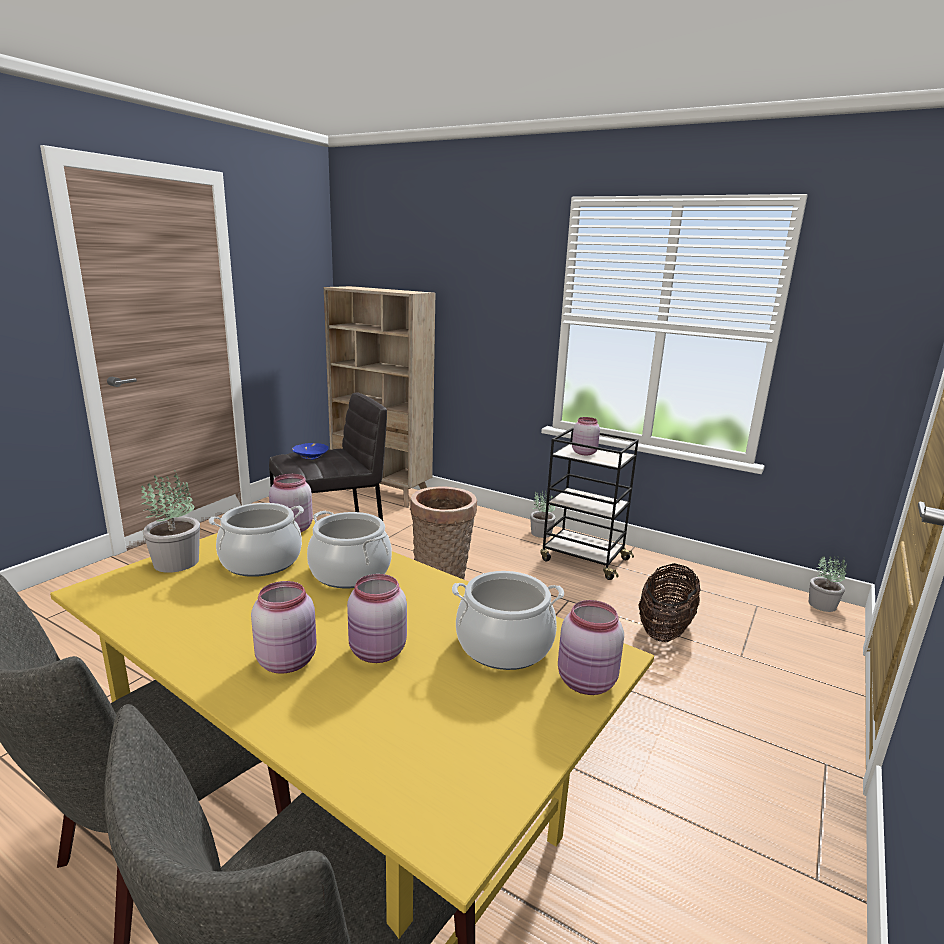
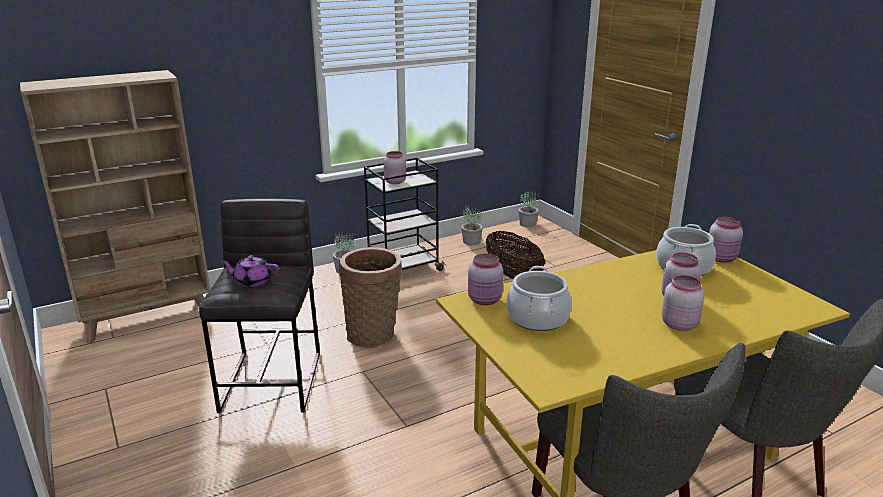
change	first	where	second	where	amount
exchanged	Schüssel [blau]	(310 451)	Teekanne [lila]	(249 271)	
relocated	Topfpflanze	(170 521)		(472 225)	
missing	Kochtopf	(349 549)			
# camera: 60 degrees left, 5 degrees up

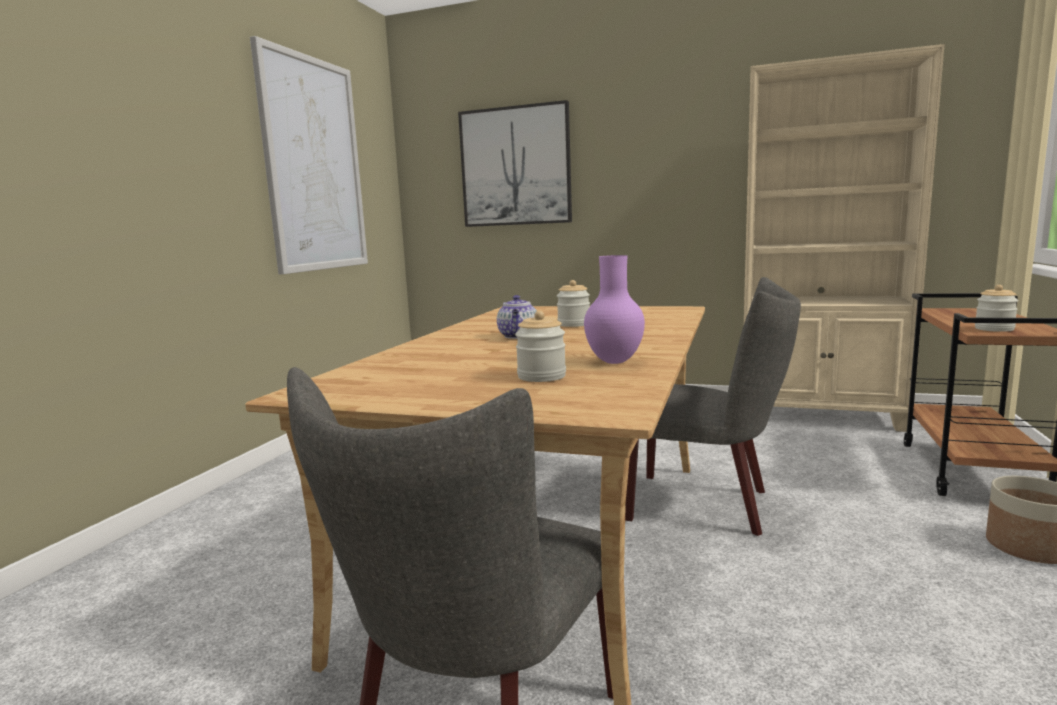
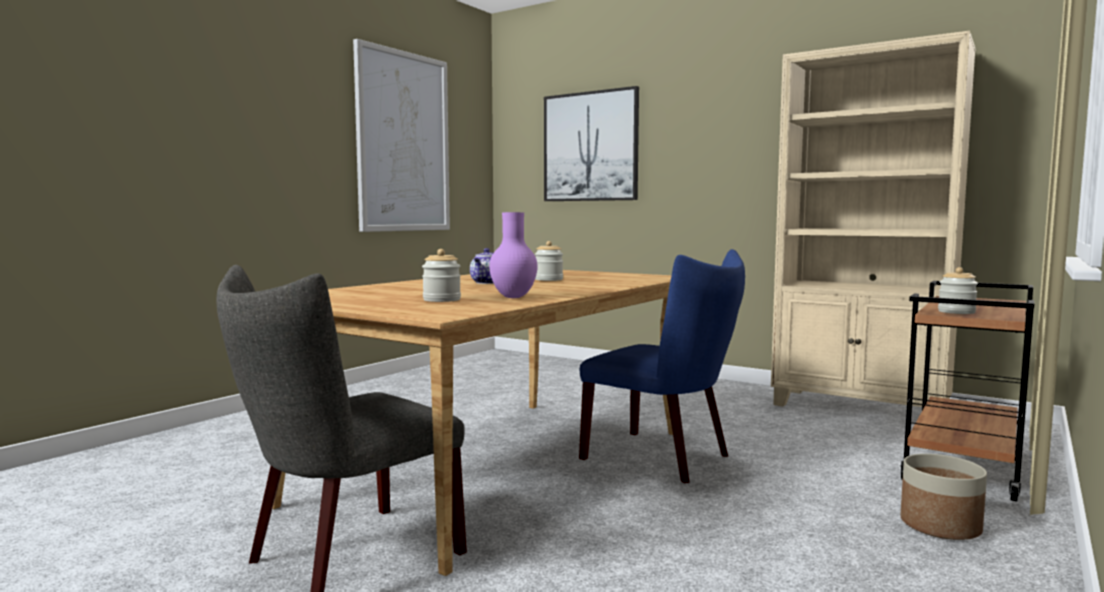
change	first	where	second	where	amount
colour	Stuhl [grau]	(713 406)	Stuhl [blau]	(662 366)	
# camera: 15 degrees right, 5 degrees down

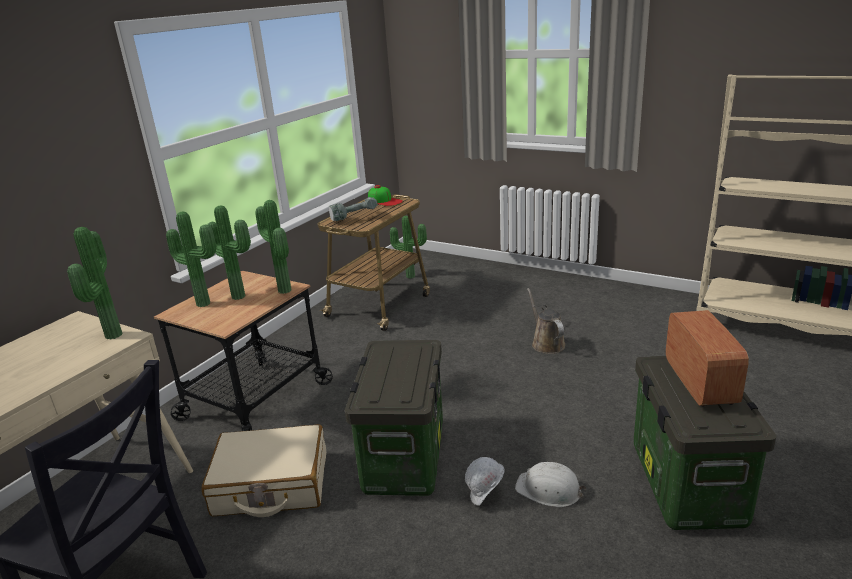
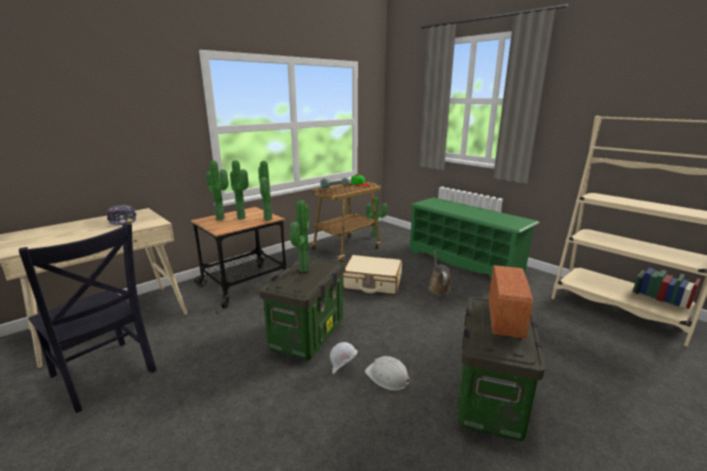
change	first	where	second	where	amount
relocated	Topfpflanze	(94 283)		(300 236)	
relocated	Koffer [beige]	(263 470)		(372 275)	
appeared			Schuhregal [grün]	(475 237)	
appeared			Kappe	(121 214)	
# camera: 15 degrees right, 5 degrees down

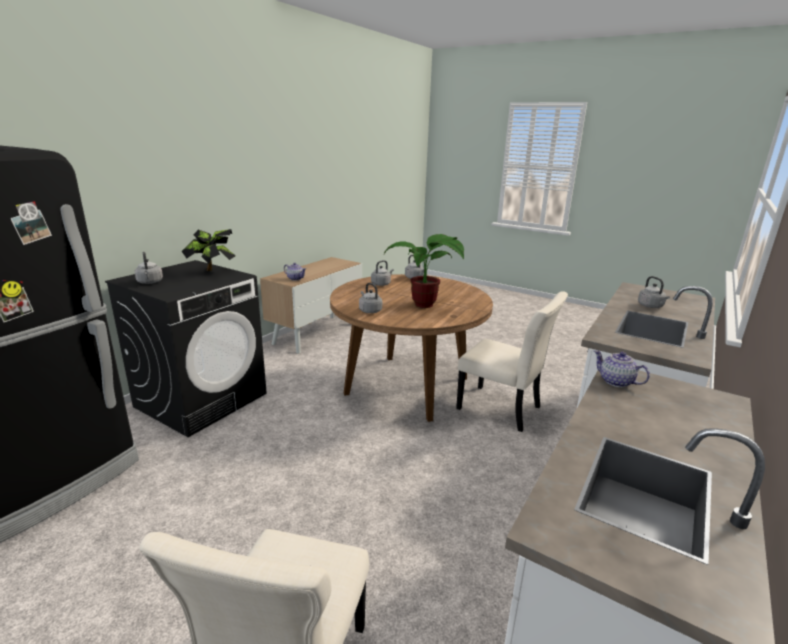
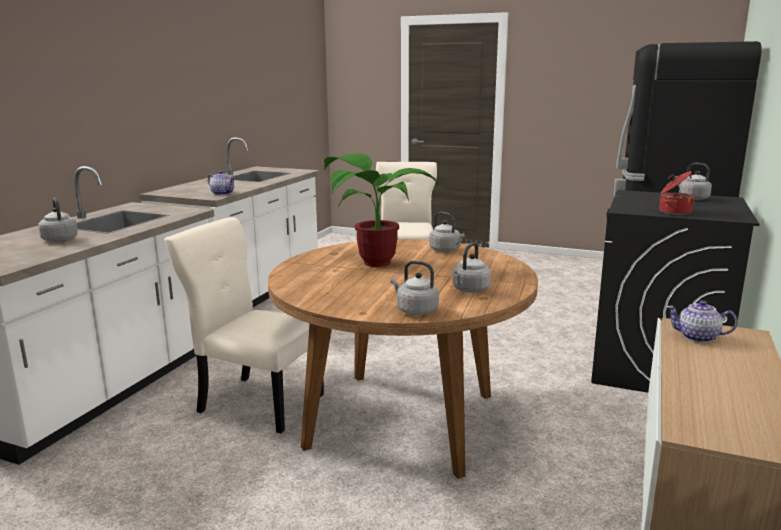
change	first	where	second	where	amount
exchanged	Topfpflanze	(208 250)	Kochtopf	(677 193)	
# camera: 170 degrees right, 5 degrees down

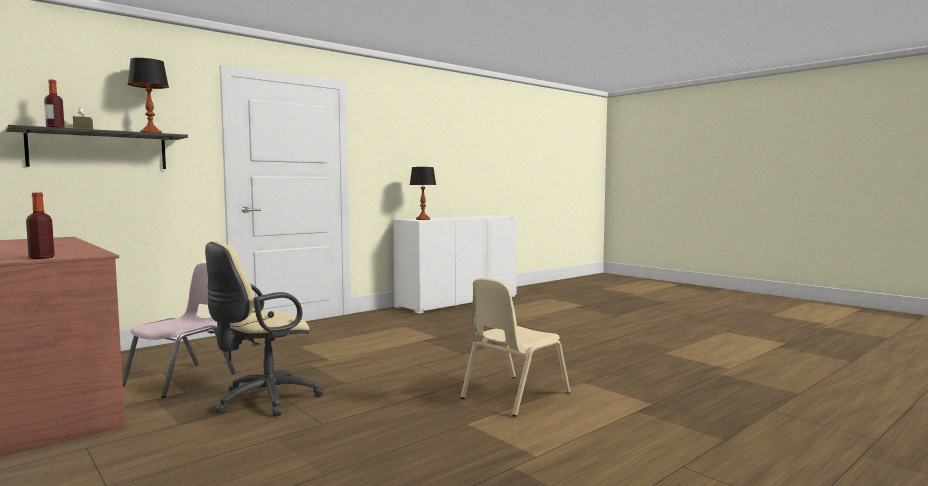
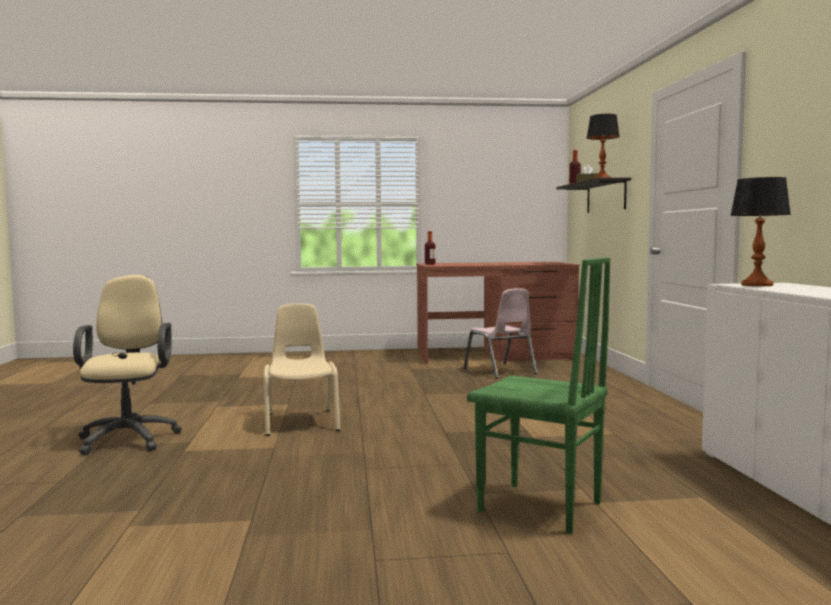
change	first	where	second	where	amount
relocated	Bürostuhl [beige]	(264 328)		(127 365)	
appeared			Stuhl [grün]	(538 395)	
# camera: 125 degrees right, 0 degrees up

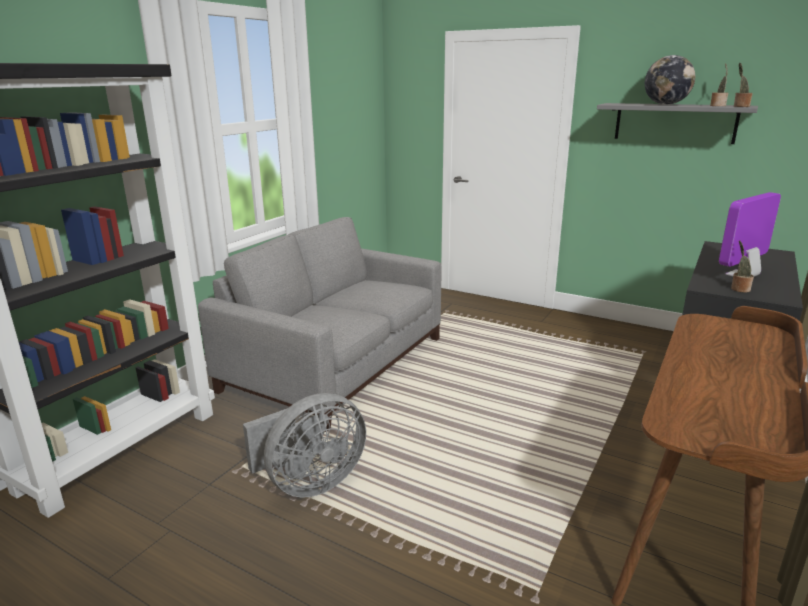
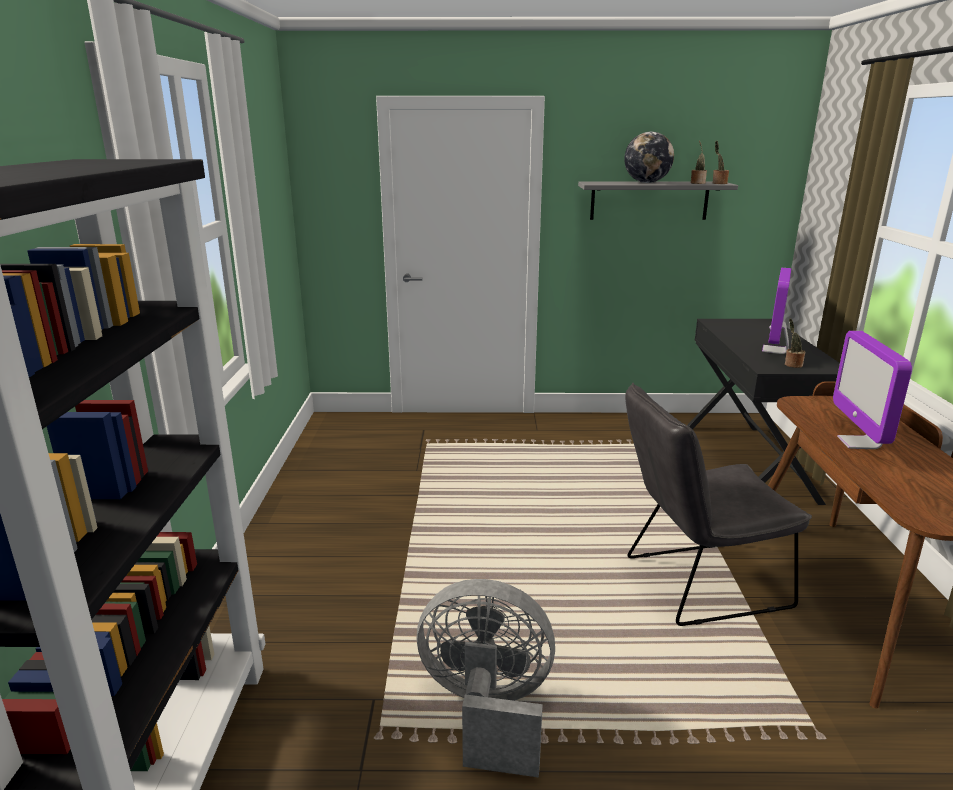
change	first	where	second	where	amount
missing	Sofa [grau]	(319 324)			
spun	Ventilator [grau]	(304 445)		(485 678)	105 degrees counterclockwise
appeared			Monitor	(872 390)	
appeared			Stuhl [grau]	(718 504)	
# camera: 30 degrees left, 0 degrees up

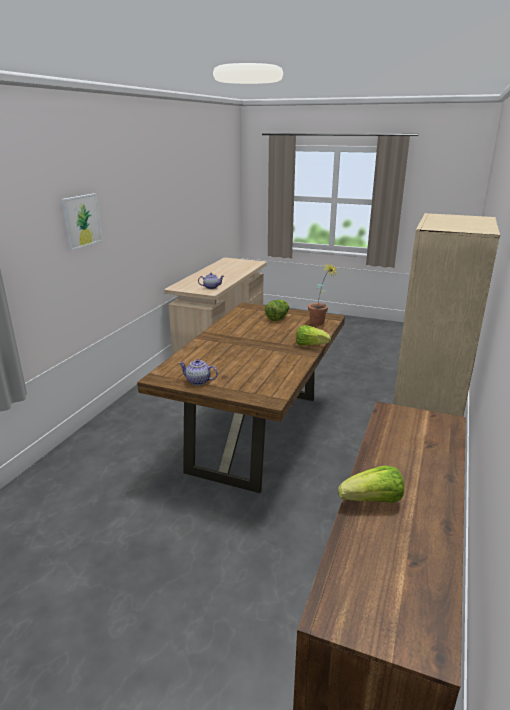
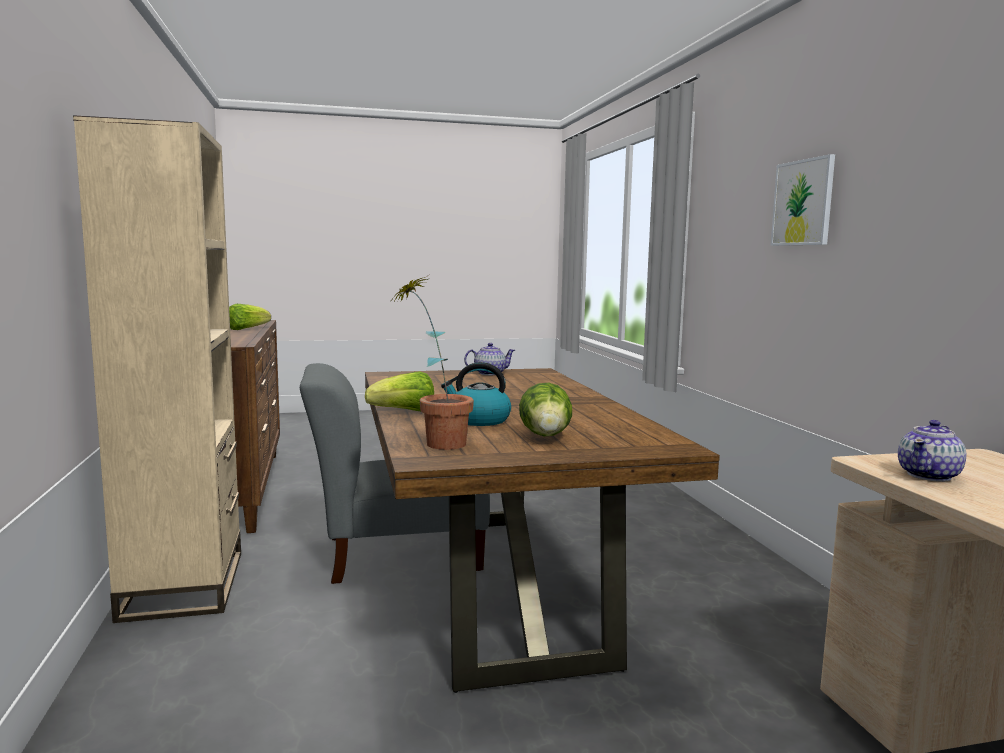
change	first	where	second	where	amount
appeared			Wasserkessel	(476 394)	
appeared			Stuhl [grau]	(395 473)	
# camera: 145 degrees right, 15 degrees down

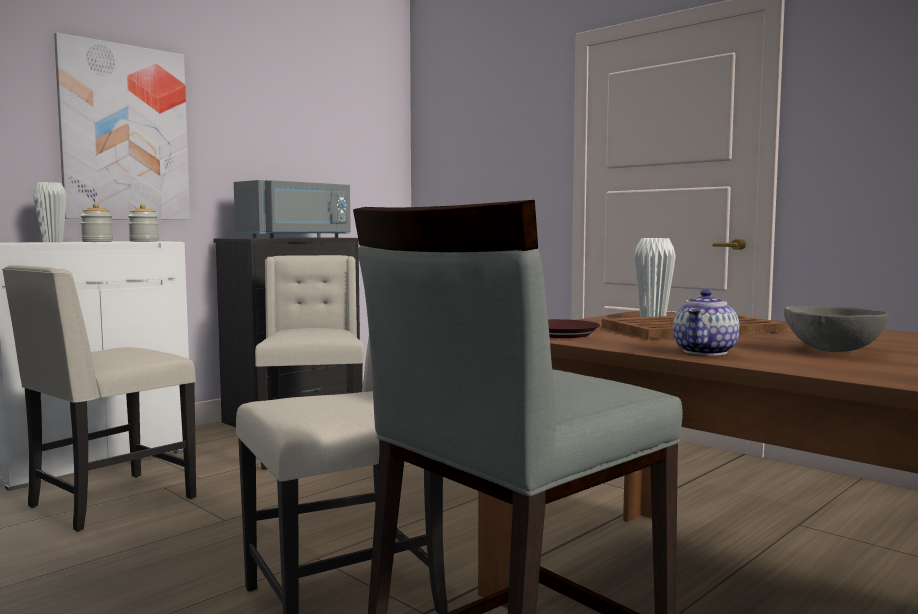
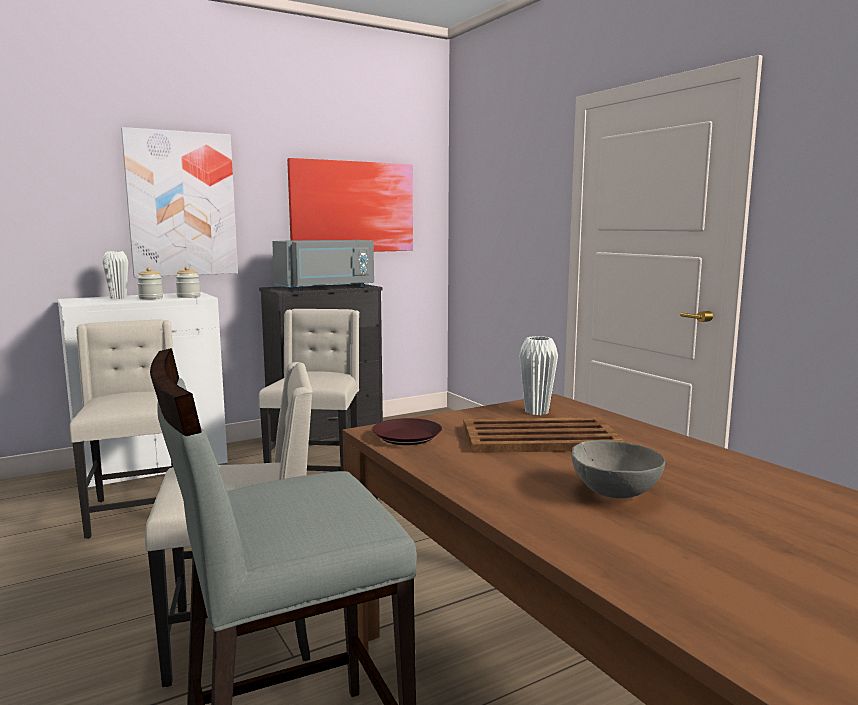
change	first	where	second	where	amount
spun	Stuhl [beige]	(99 398)		(122 429)	105 degrees clockwise
missing	Teekanne	(706 323)			
appeared			Bild	(350 205)	
# camera: 15 degrees right, 5 degrees up

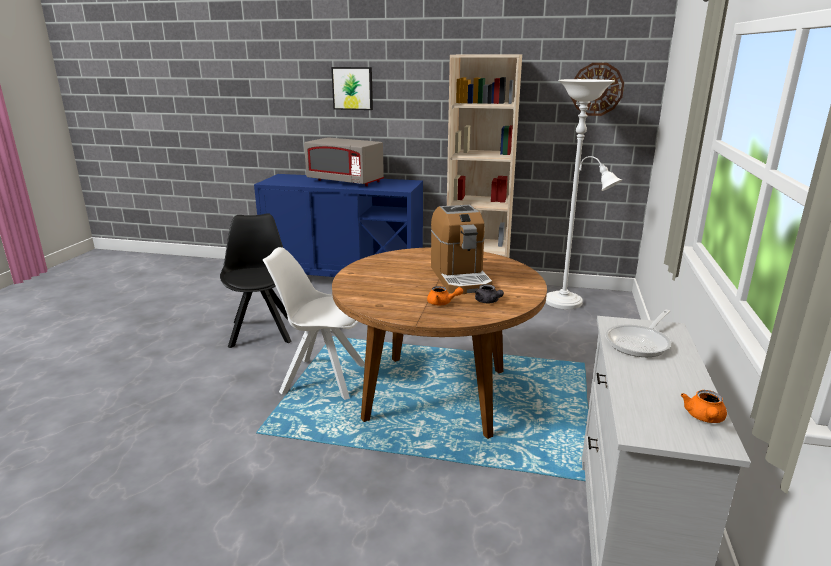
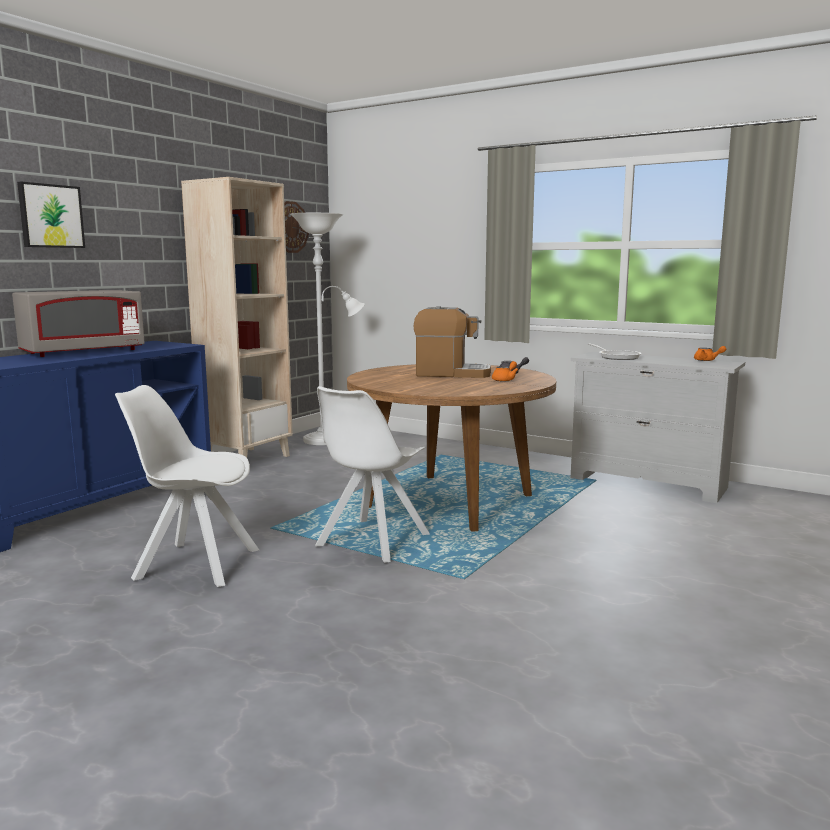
change	first	where	second	where	amount
colour	Stuhl [schwarz]	(256 280)	Stuhl [weiß]	(187 486)	
# camera: 70 degrees left, 10 degrees down

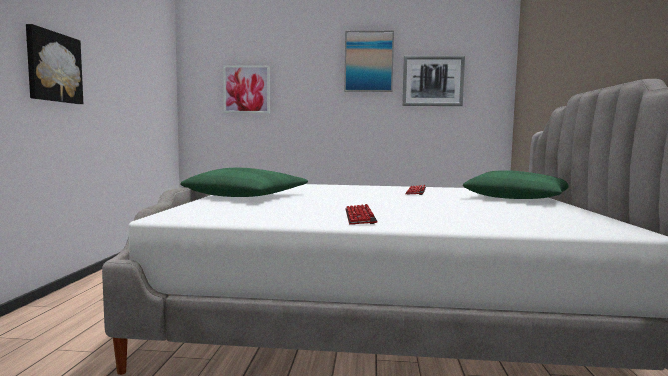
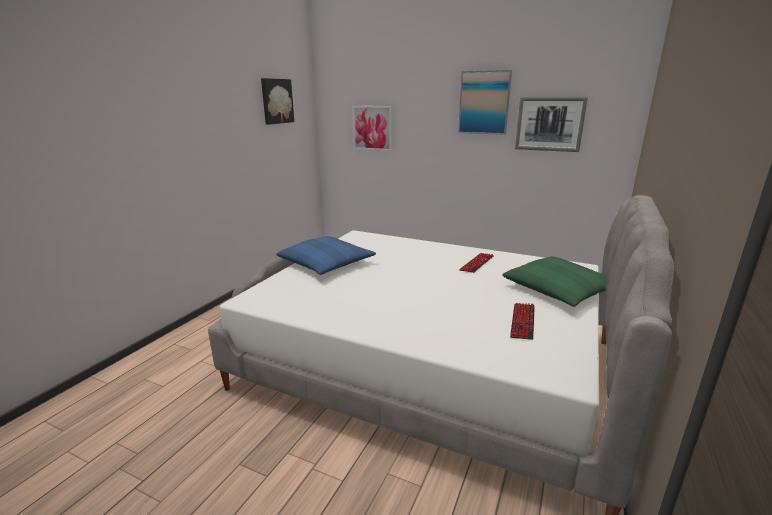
change	first	where	second	where	amount
relocated	Bild	(54 64)		(277 101)	
colour	Kissen [grün]	(244 182)	Kissen [blau]	(326 255)	
relocated	Tastatur	(361 214)		(522 321)	
# camera: 20 degrees right, 15 degrees up

